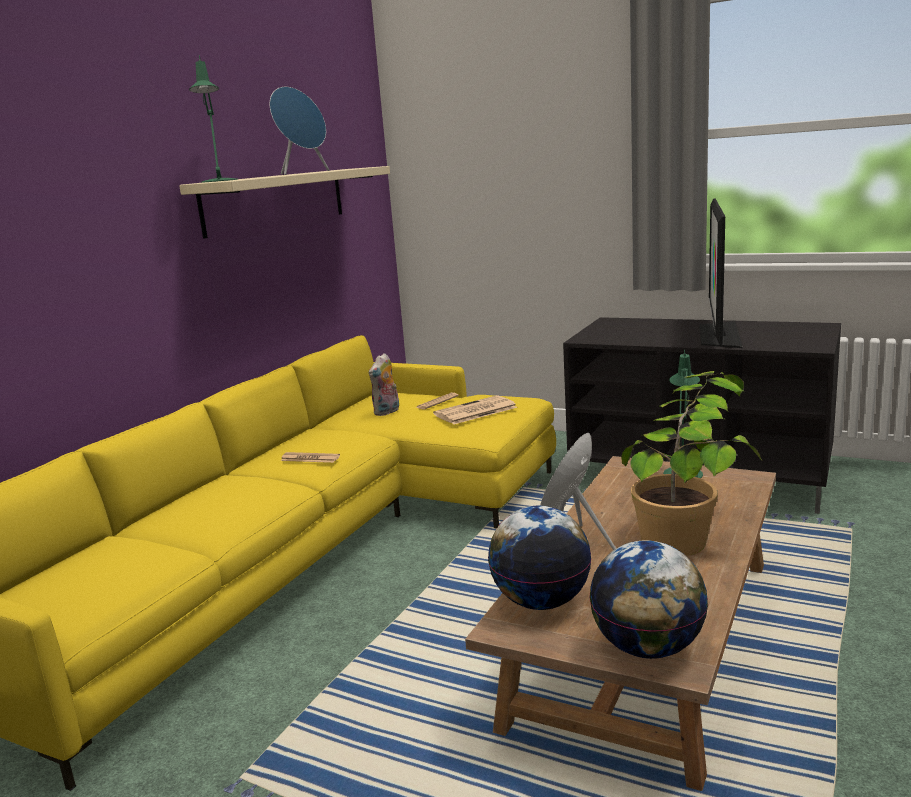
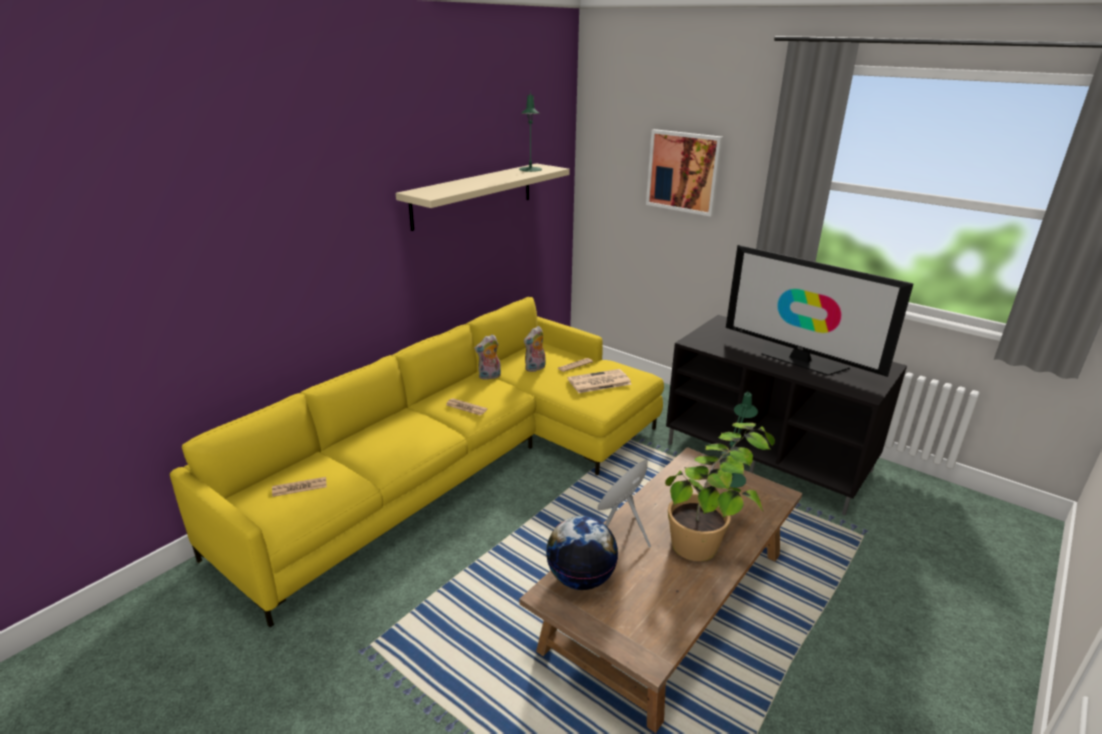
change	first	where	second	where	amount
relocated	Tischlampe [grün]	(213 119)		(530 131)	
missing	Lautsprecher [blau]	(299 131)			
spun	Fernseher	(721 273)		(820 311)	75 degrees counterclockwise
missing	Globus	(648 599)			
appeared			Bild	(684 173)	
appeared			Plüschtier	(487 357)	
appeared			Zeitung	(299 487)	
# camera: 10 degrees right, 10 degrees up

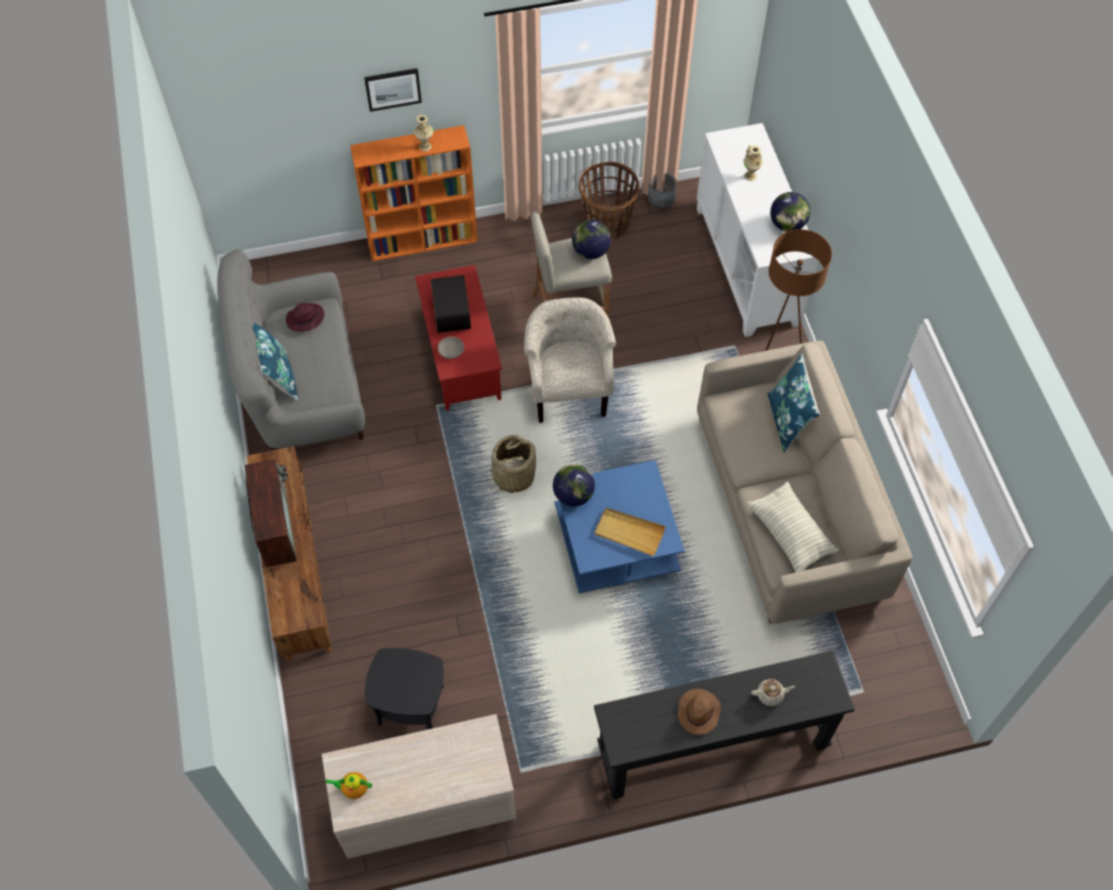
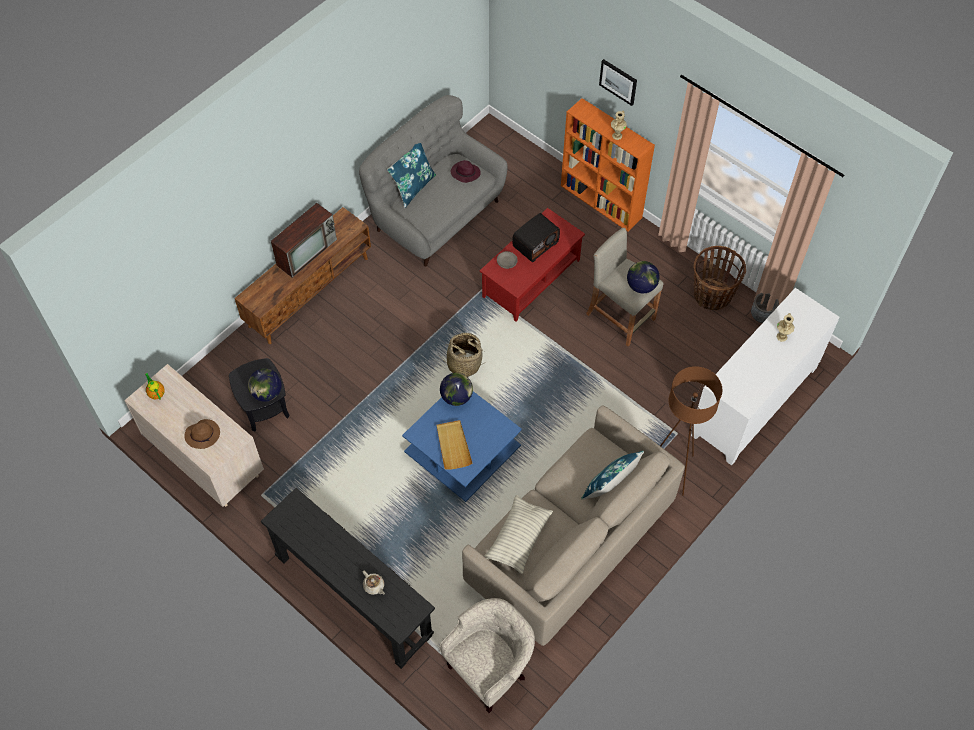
change	first	where	second	where	amount
relocated	Globus	(790 212)		(265 385)	
relocated	Sessel [beige]	(570 360)		(487 655)	
relocated	Hut [braun]	(699 712)		(202 434)	
# camera: 55 degrees right, 0 degrees up

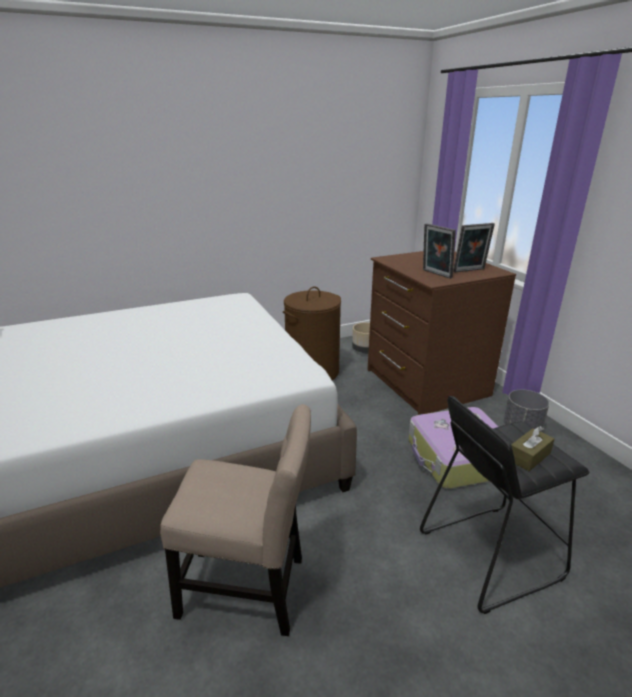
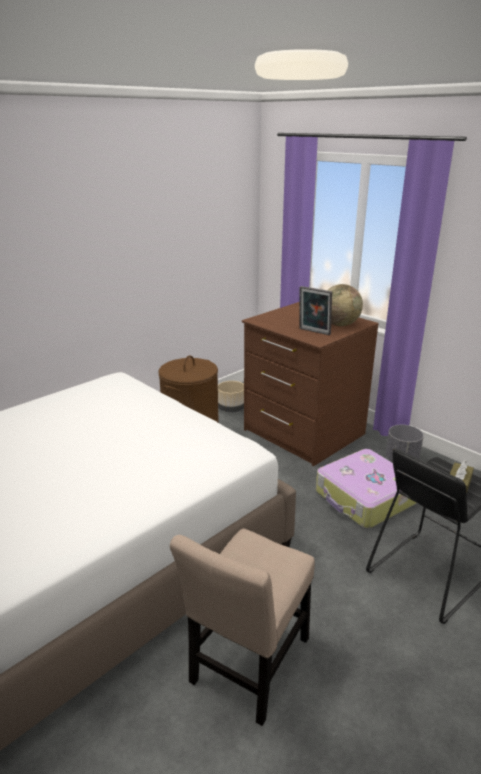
change	first	where	second	where	amount
exchanged	Bilderrahmen	(474 247)	Globus	(345 305)	
spun	Stuhl [beige]	(235 520)		(242 627)	135 degrees clockwise
# camera: 20 degrees left, 0 degrees up

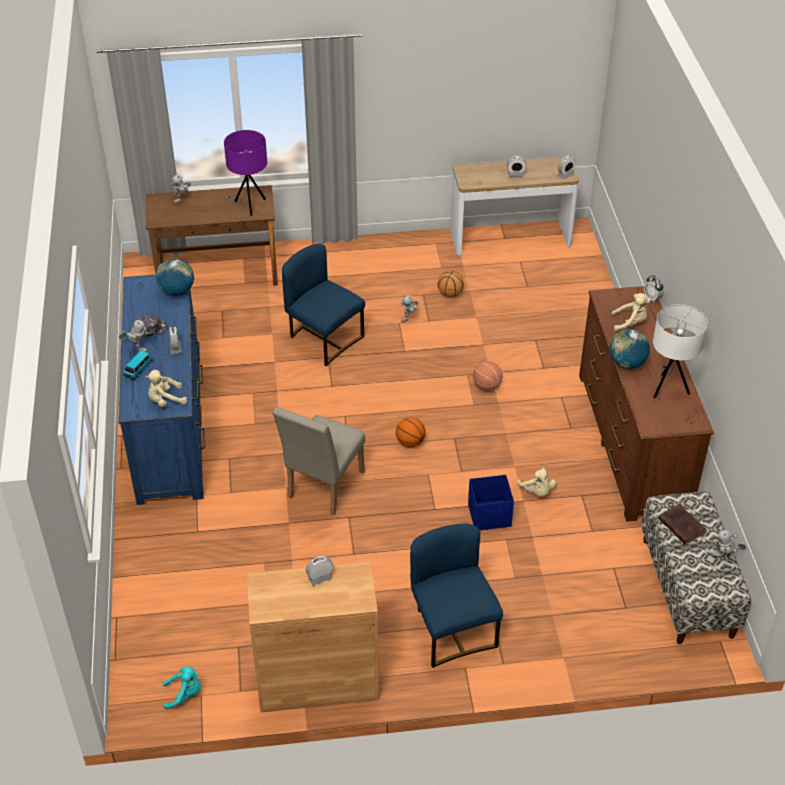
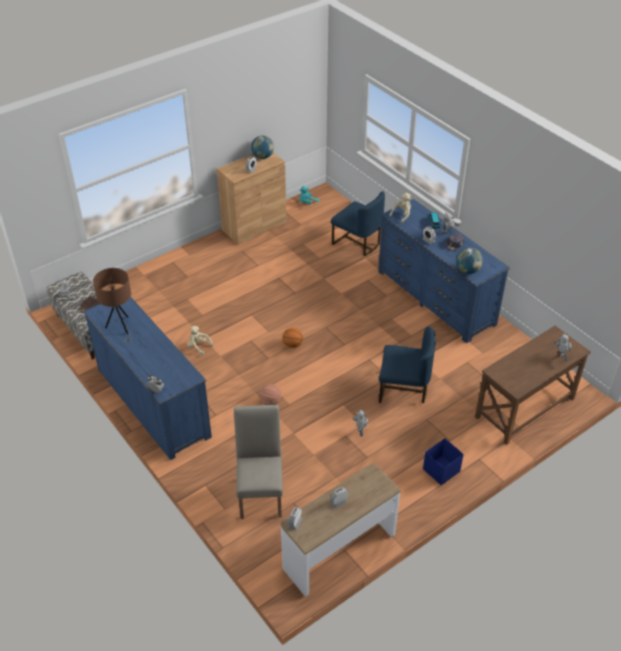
change	first	where	second	where	amount
missing	Tischlampe [lila]	(245 173)			
missing	Basketball	(451 283)			
colour	Kommode [braun]	(646 404)	Kommode [blau]	(147 378)	
missing	Plüschtier [beige]	(630 312)			
colour	Tischlampe [weiß]	(680 351)	Tischlampe [braun]	(112 305)	
relocated	Globus	(629 349)		(262 147)	
relocated	Stuhl [beige]	(318 461)		(258 462)	
relocated	Aufbewahrungsbox [blau]	(491 502)		(443 461)	
relocated	Stuhl [blau]	(456 596)		(358 223)	
# camera: 150 degrees right, 0 degrees up

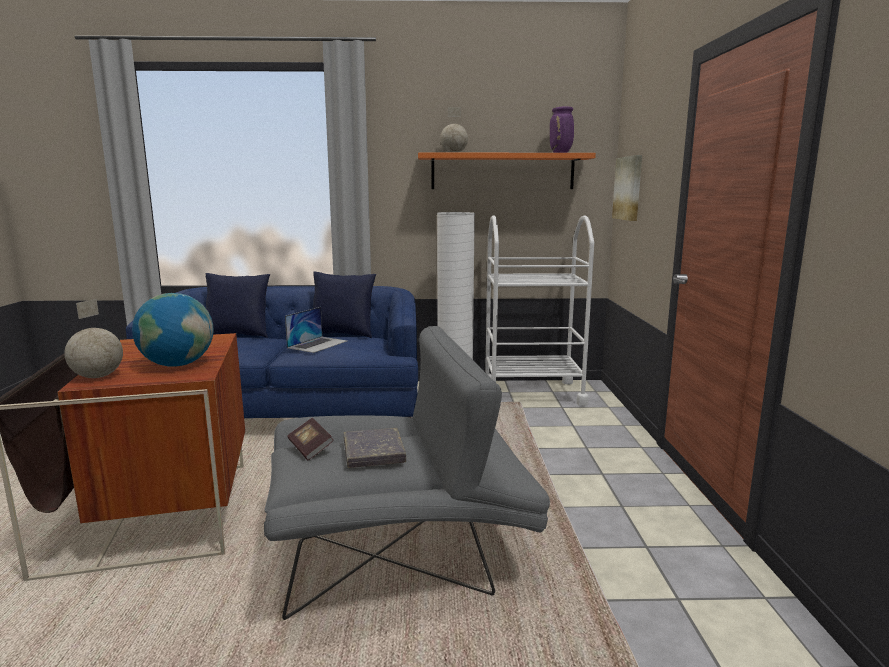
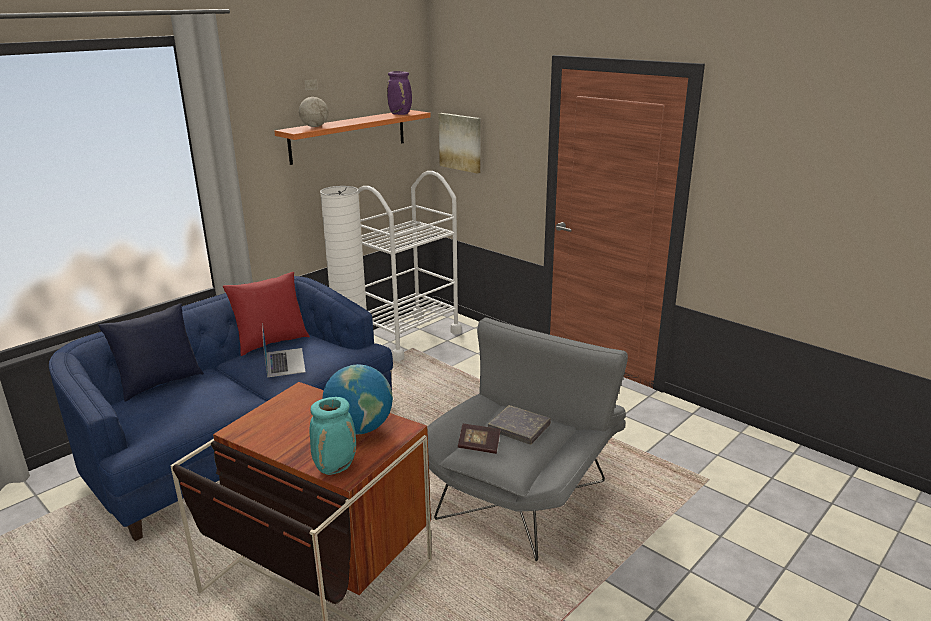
change	first	where	second	where	amount
colour	Kissen [blau]	(344 304)	Kissen [rot]	(266 314)	
exchanged	Globus	(93 338)	Vase [türkis]	(332 436)	
# camera: 45 degrees left, 10 degrees up

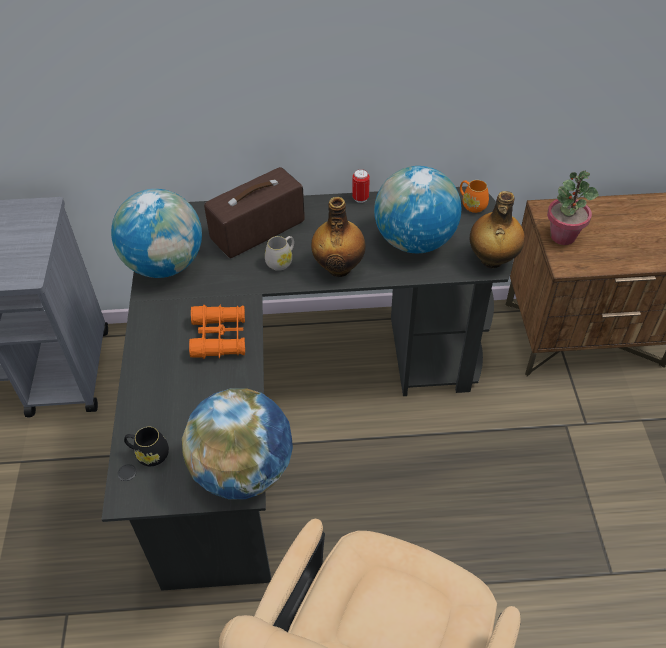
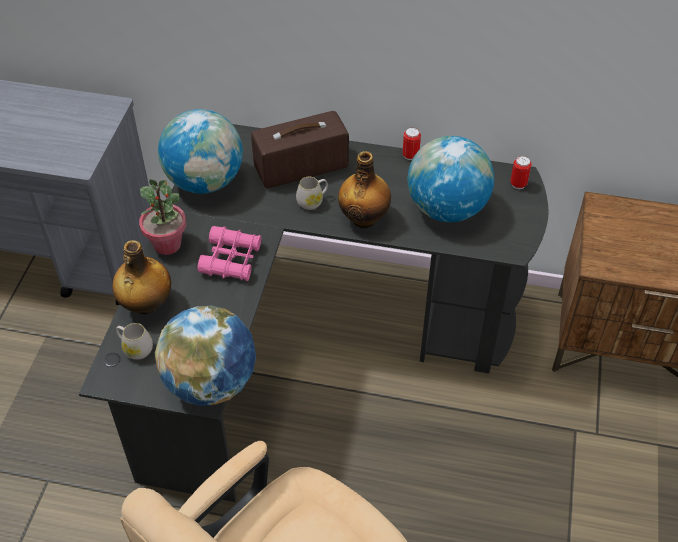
change	first	where	second	where	amount
relocated	Topfpflanze	(573 208)		(162 217)	
exchanged	Henkelbecher [orange]	(474 196)	Dose	(521 172)	
relocated	Flasche	(497 229)		(141 277)	
colour	Fernglas [orange]	(217 331)	Fernglas [rosa]	(229 253)	
colour	Henkelbecher [schwarz]	(146 446)	Henkelbecher [weiß]	(134 341)	
# camera: 15 degrees right, 0 degrees up

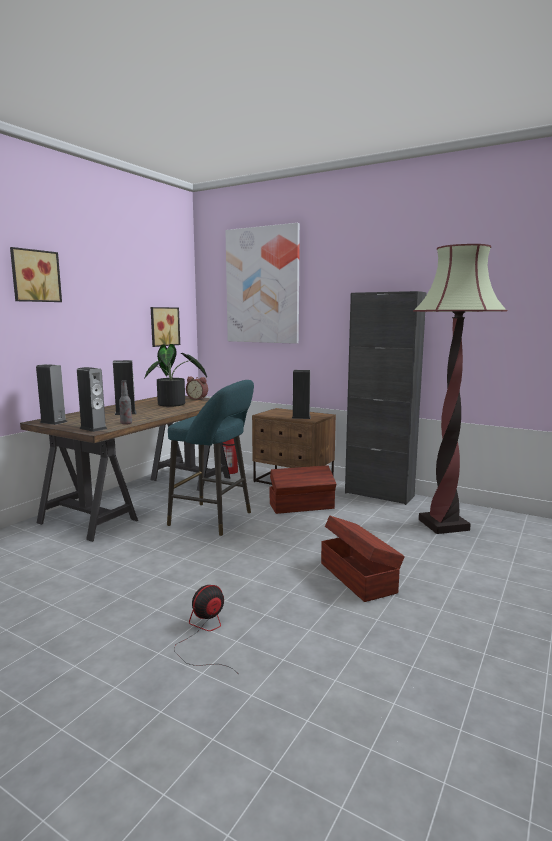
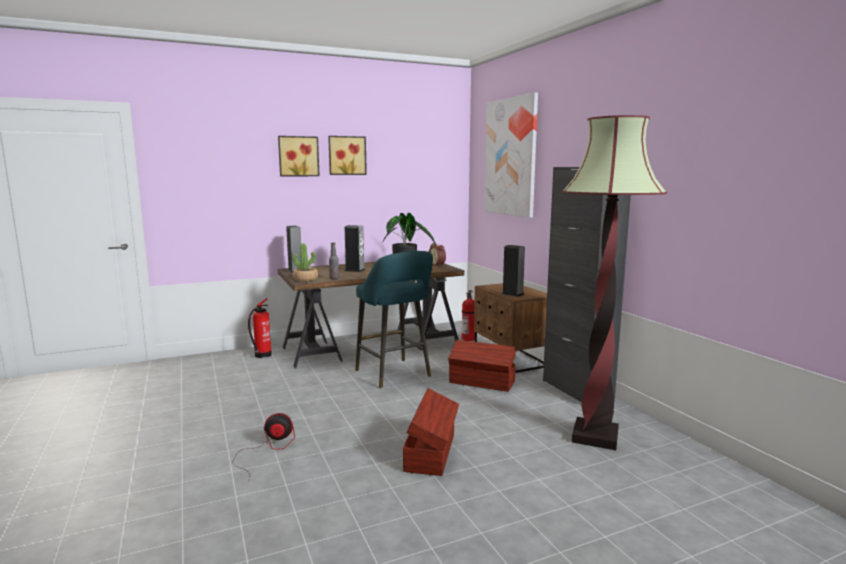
change	first	where	second	where	amount
relocated	Bild	(165 327)		(347 155)	
exchanged	Lautsprecher	(92 399)	Topfpflanze	(305 262)	
appeared			Feuerlöscher	(260 328)	
# camera: 35 degrees right, 0 degrees up

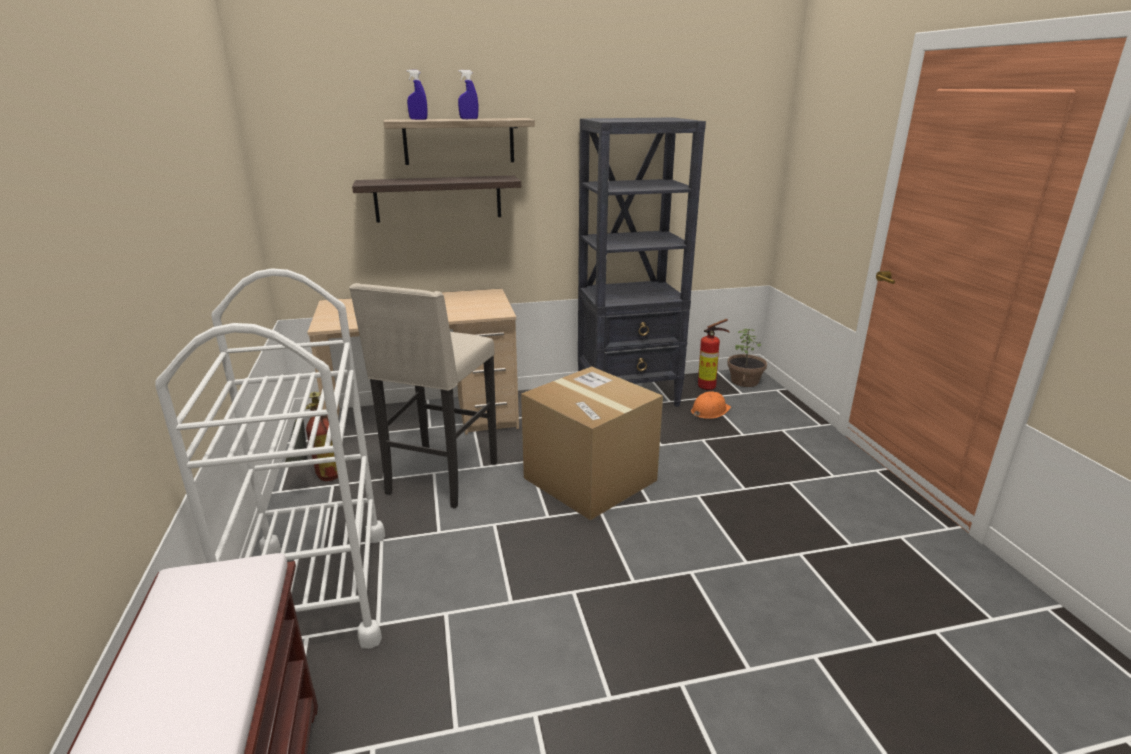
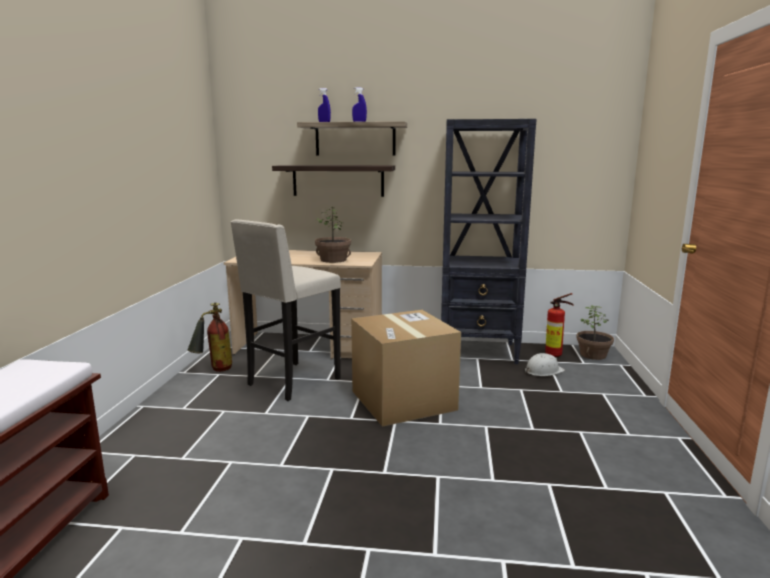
change	first	where	second	where	amount
missing	Rollwagen [weiß]	(270 458)			
colour	Schutzhelm [orange]	(711 405)	Schutzhelm [weiß]	(545 364)	
appeared			Topfpflanze	(333 235)	
# camera: 20 degrees right, 10 degrees down

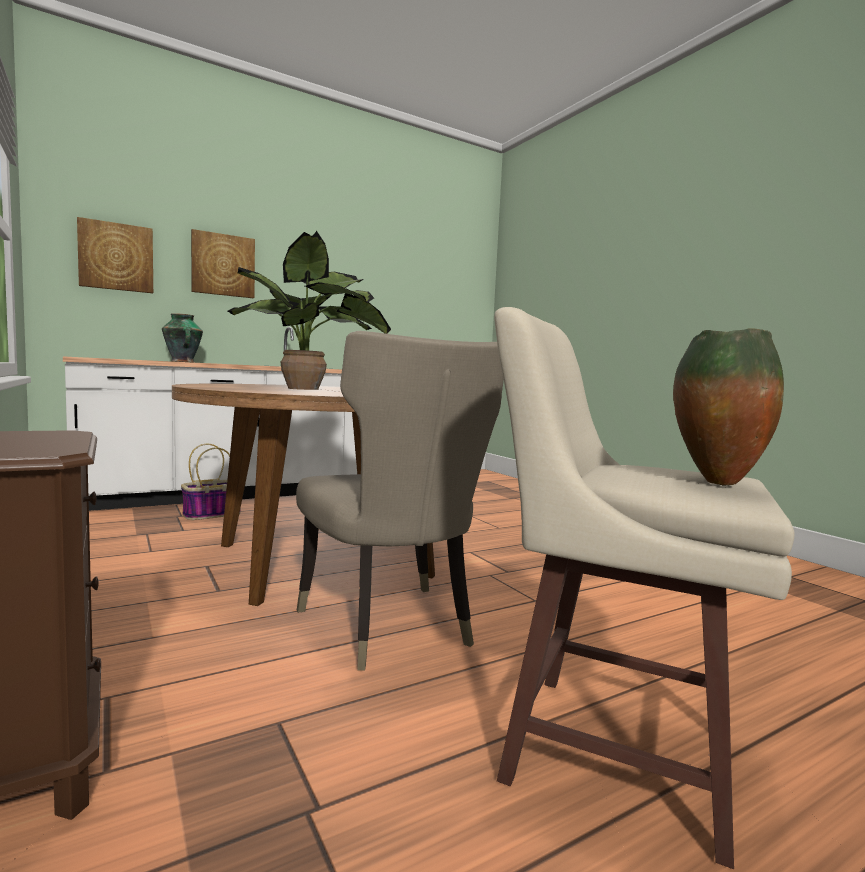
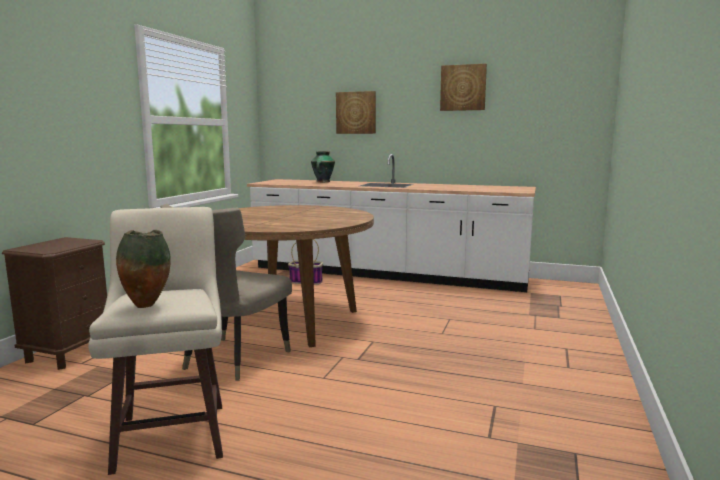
change	first	where	second	where	amount
relocated	Bild	(115 255)		(463 87)	
missing	Topfpflanze	(309 310)			
# camera: 50 degrees right, 5 degrees up

